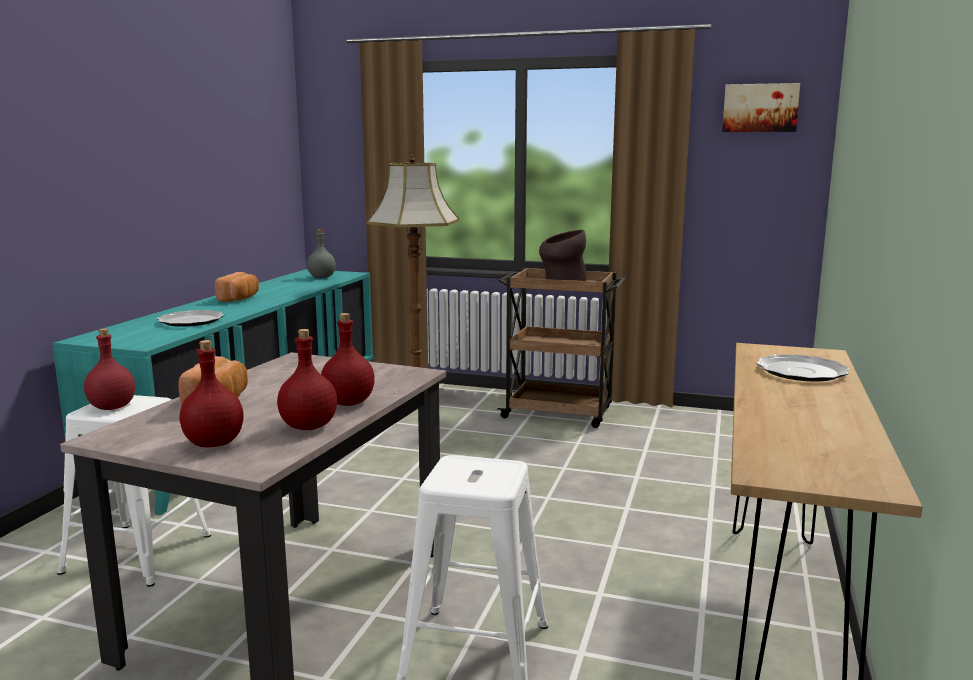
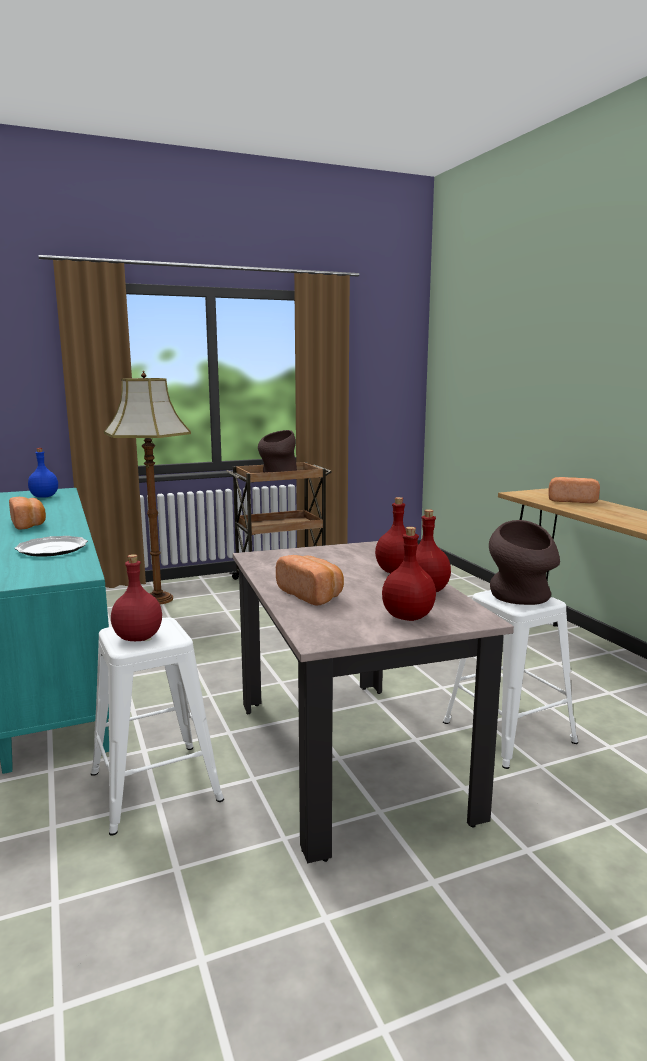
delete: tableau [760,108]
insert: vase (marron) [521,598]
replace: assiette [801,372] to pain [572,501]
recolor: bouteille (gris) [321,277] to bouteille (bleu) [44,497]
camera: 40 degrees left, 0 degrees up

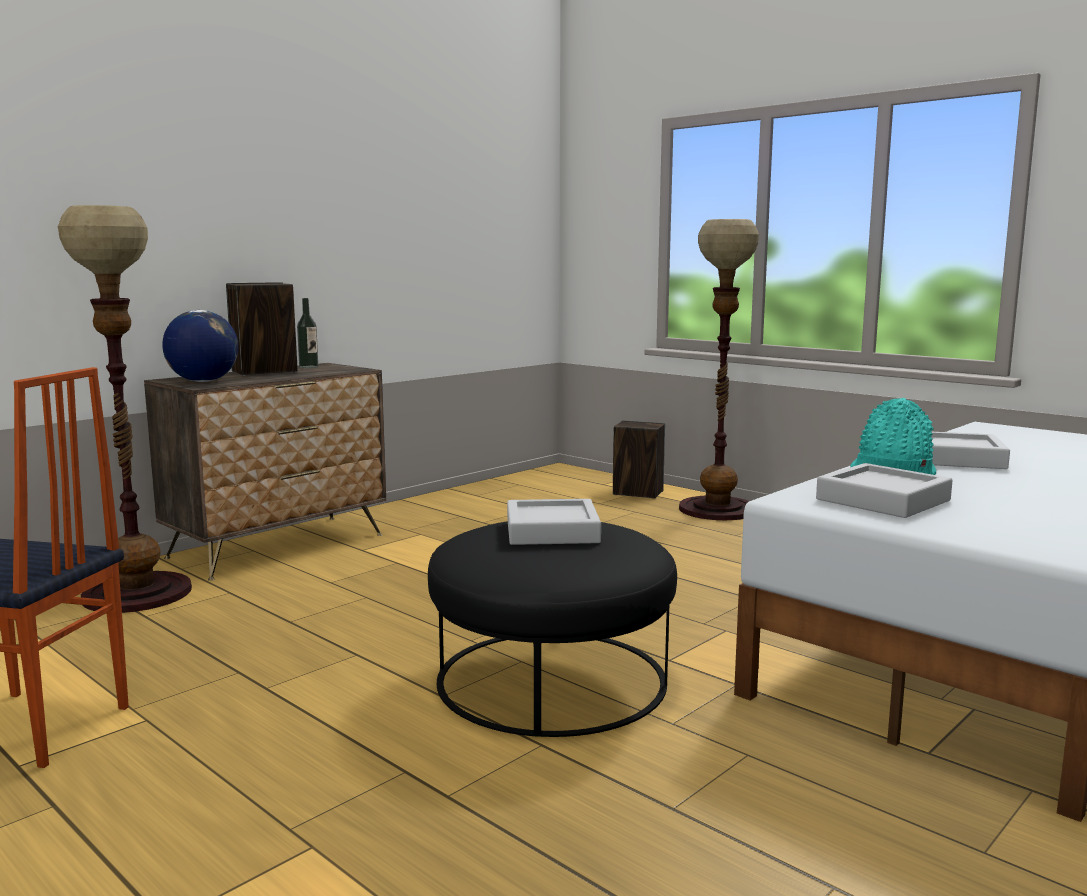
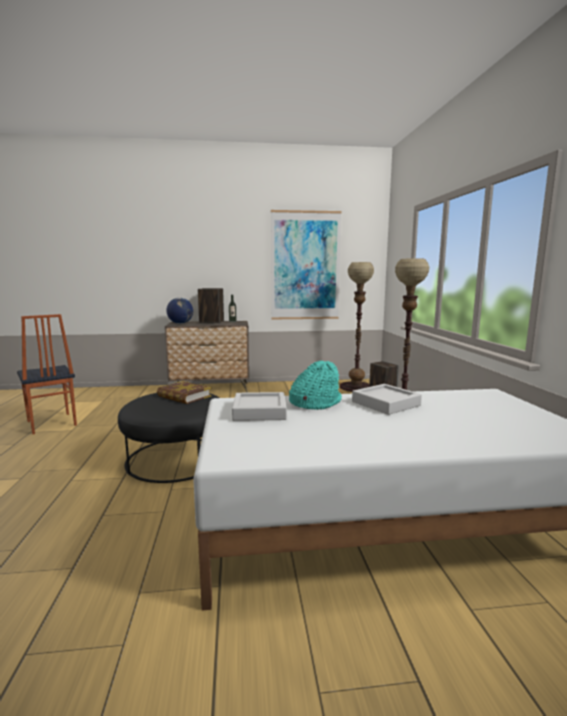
insert: tableau [305,266]
move: lampadaire [136,593] to [356,387]
replace: plateau (gris) [552,531] to livre [184,396]
camera: 40 degrees right, 0 degrees up

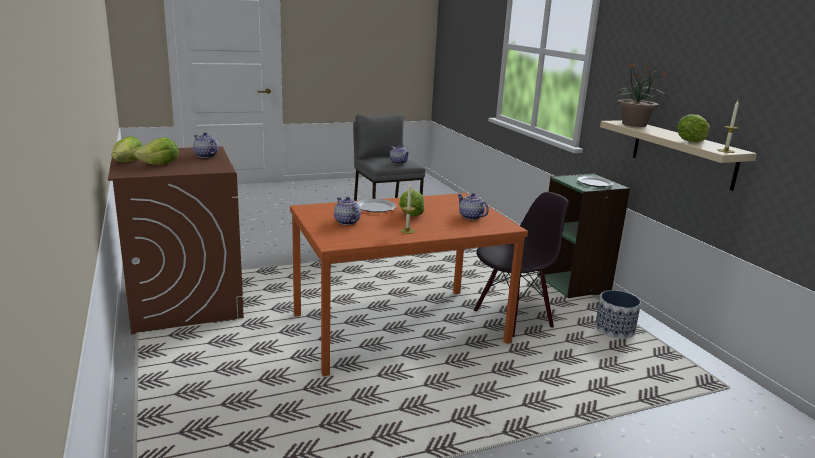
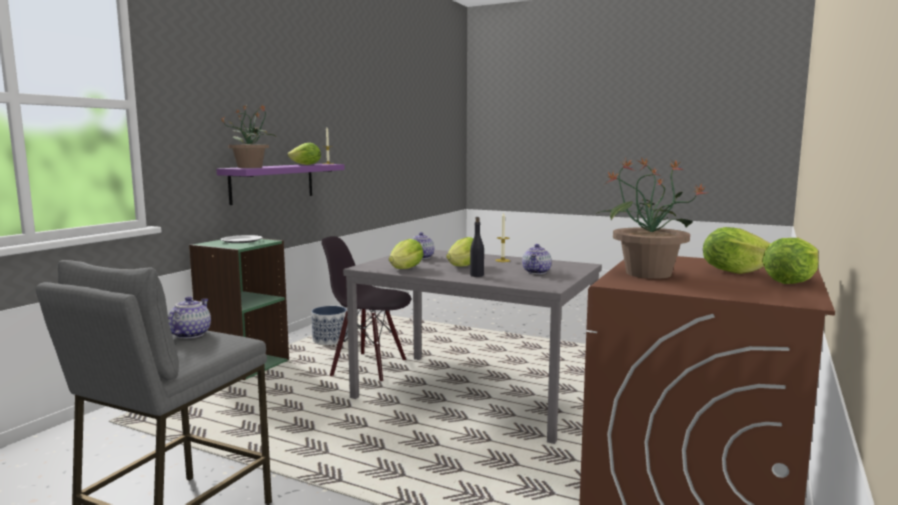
insert: laitue [406,269]
replace: théière [205,156] to plante en pot [646,273]; assiette [375,207] to bouteille (noir) [476,275]
recolor: étagère (beige) [682,153] to étagère (violet) [272,183]; table à manger (orange) [399,329] to table à manger (gris) [475,394]
camera: 130 degrees left, 10 degrees down

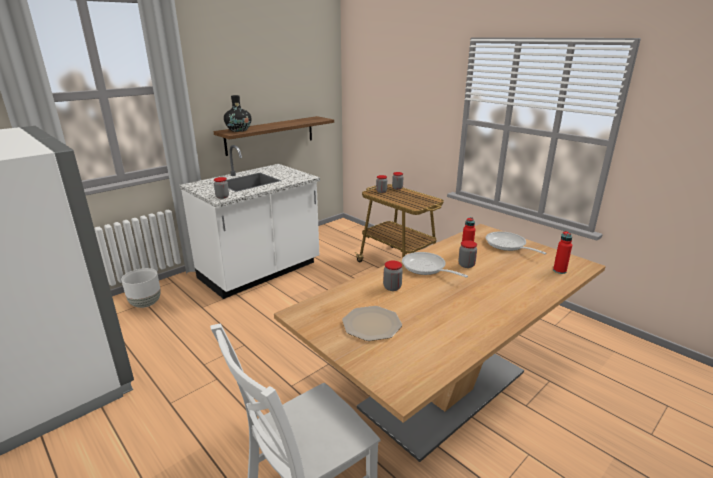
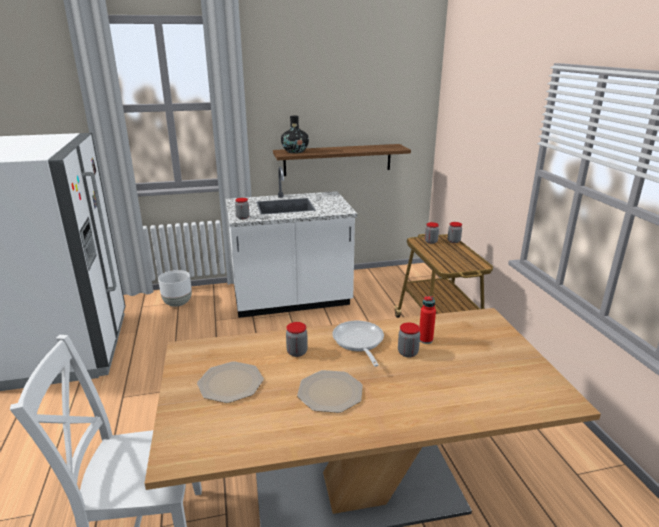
delete: bouteille (rouge) [559,271]; poêle [508,245]
insert: assiette [329,392]
camera: 30 degrees right, 0 degrees up

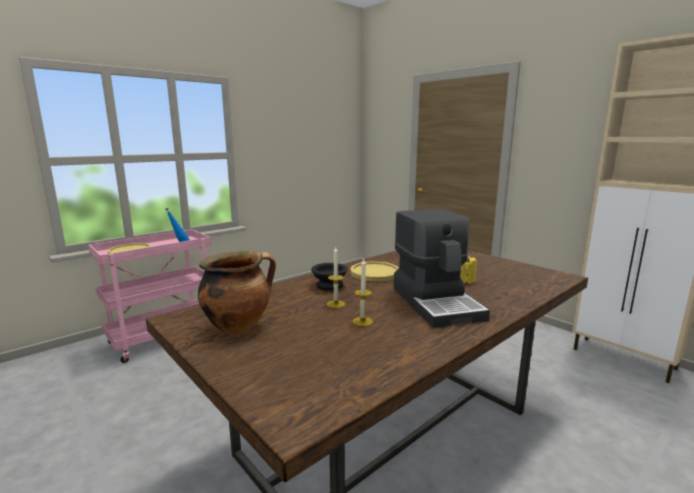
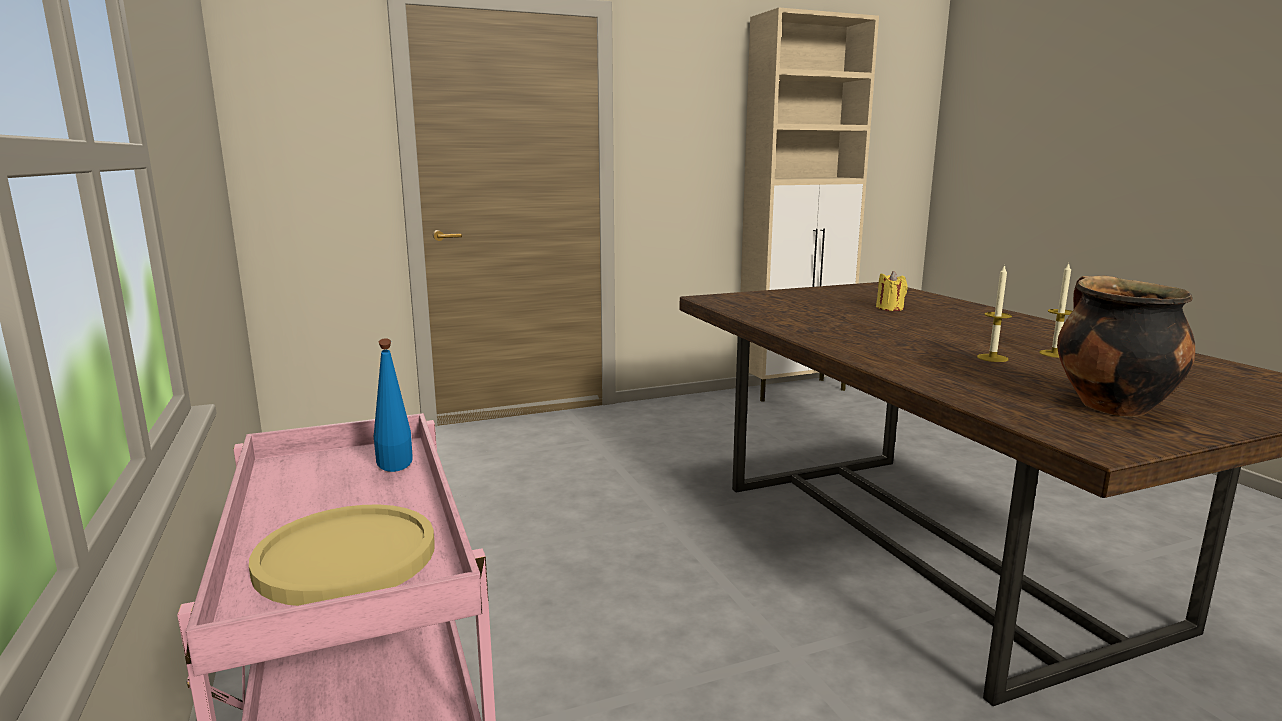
delete: machine à café [437,303]; assiette (jaune) [375,273]; bol (noir) [330,286]
camera: 70 degrees left, 0 degrees up

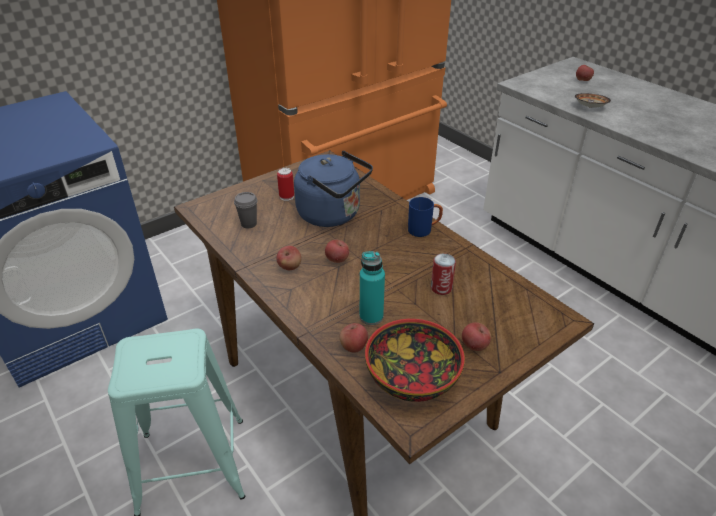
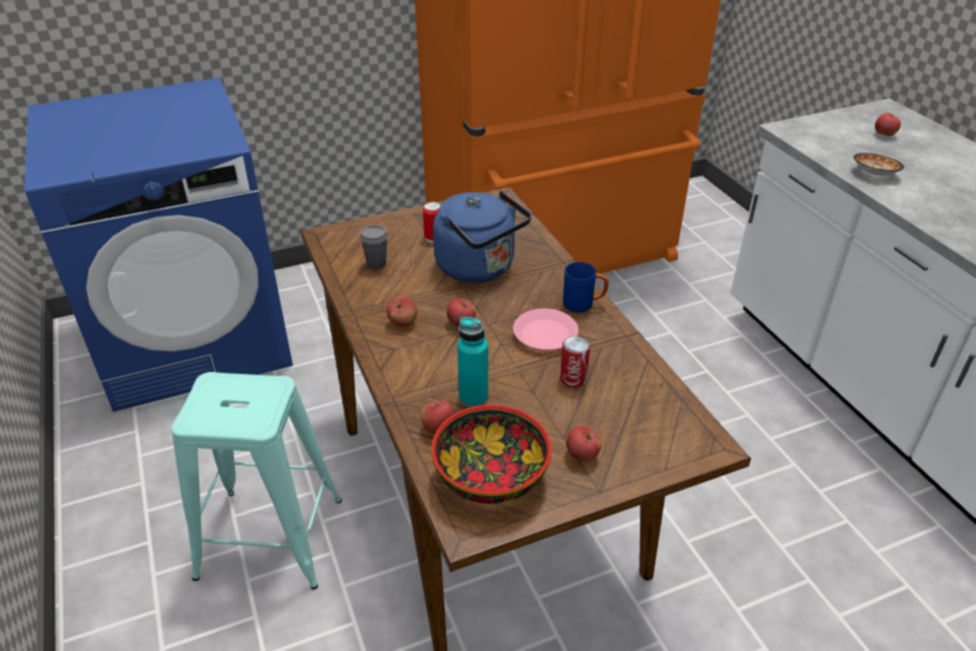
insert: assiette (rose) [545,335]
camera: 15 degrees right, 0 degrees up

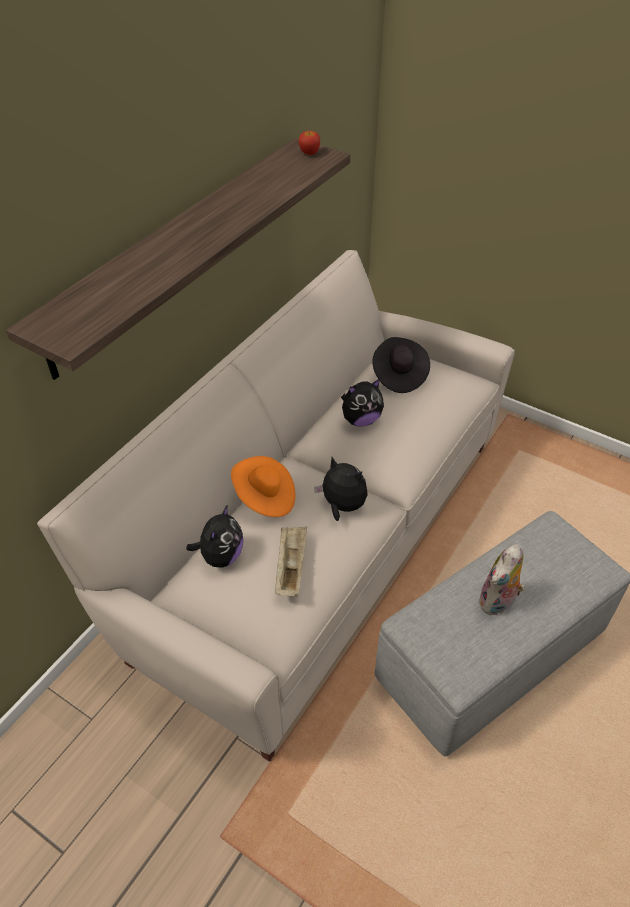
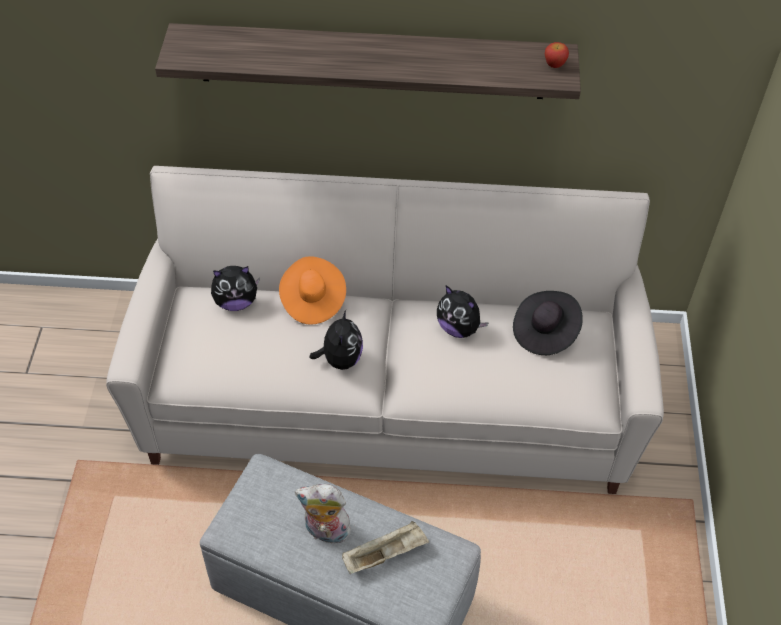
move: plateau (beige) [290,567] to [385,554]
camera: 60 degrees right, 5 degrees up

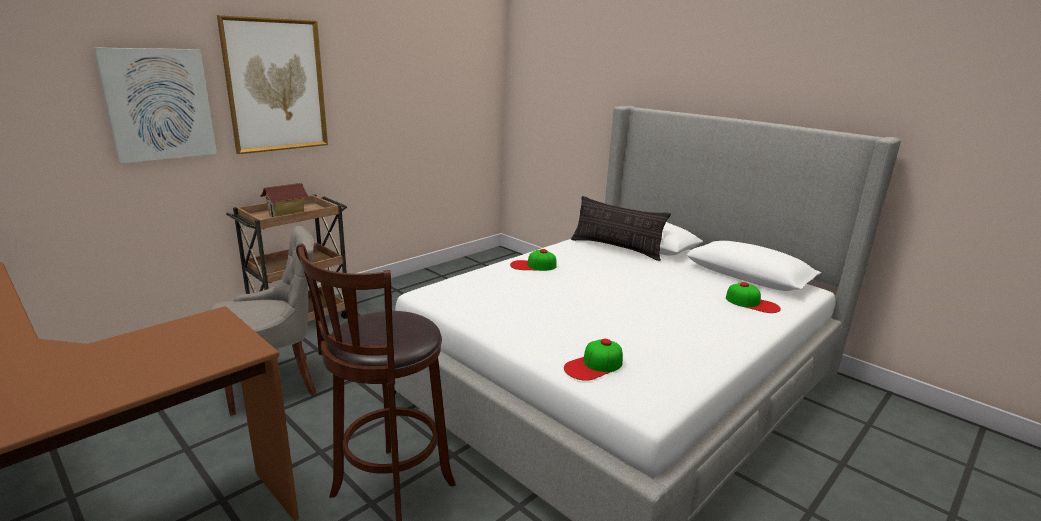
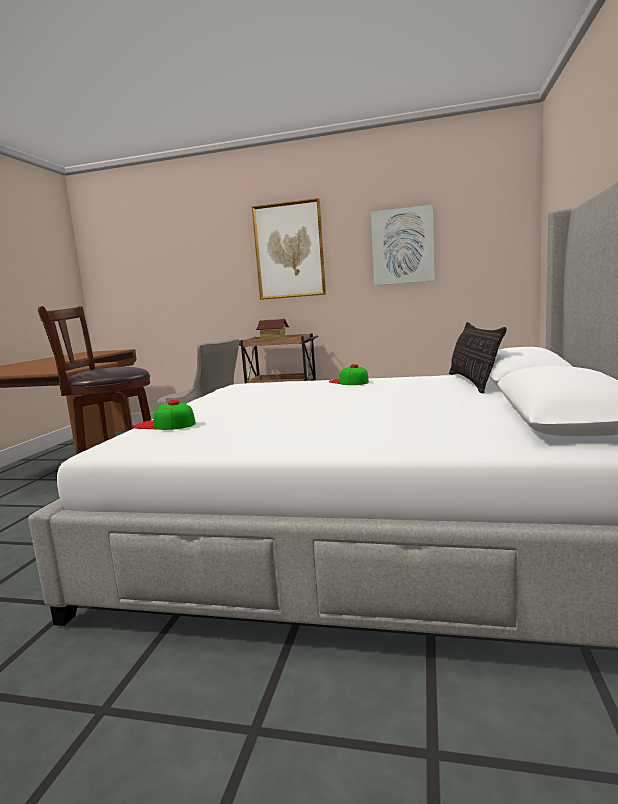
delete: casquette [752,303]
move: tableau [159,104] to [402,246]
camera: 60 degrees right, 10 degrees down

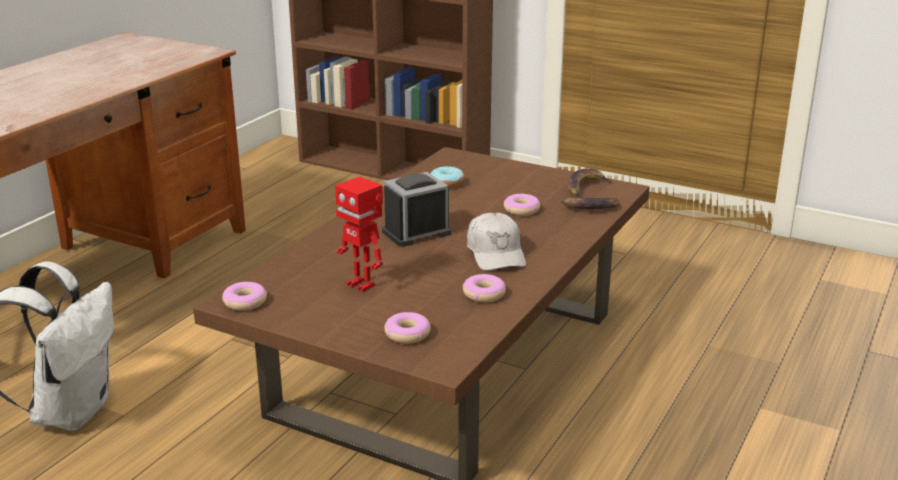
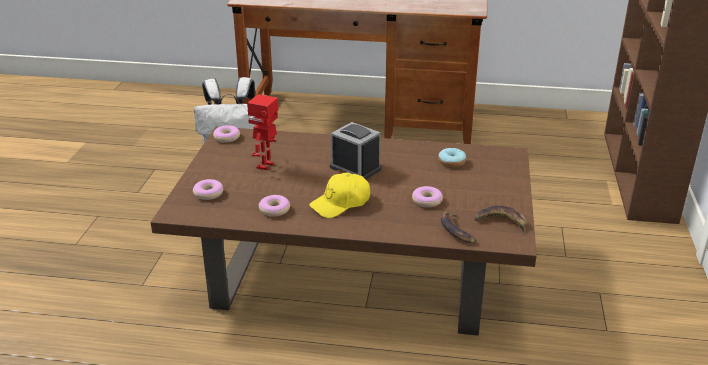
recolor: casquette (blanc) [496,253] to casquette (jaune) [341,203]
camera: 70 degrees right, 5 degrees up

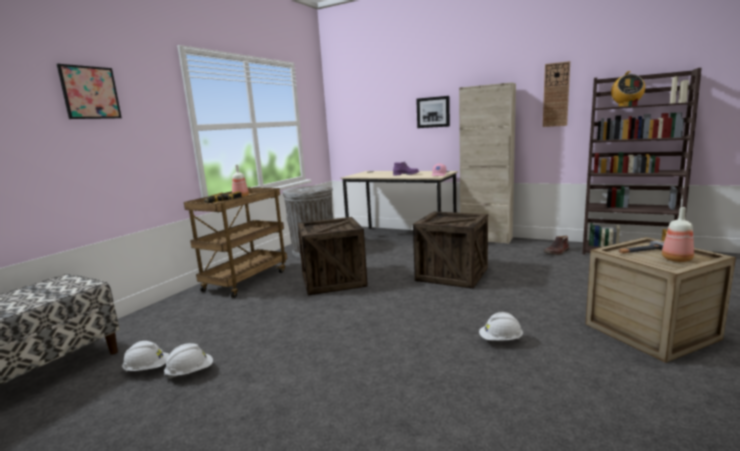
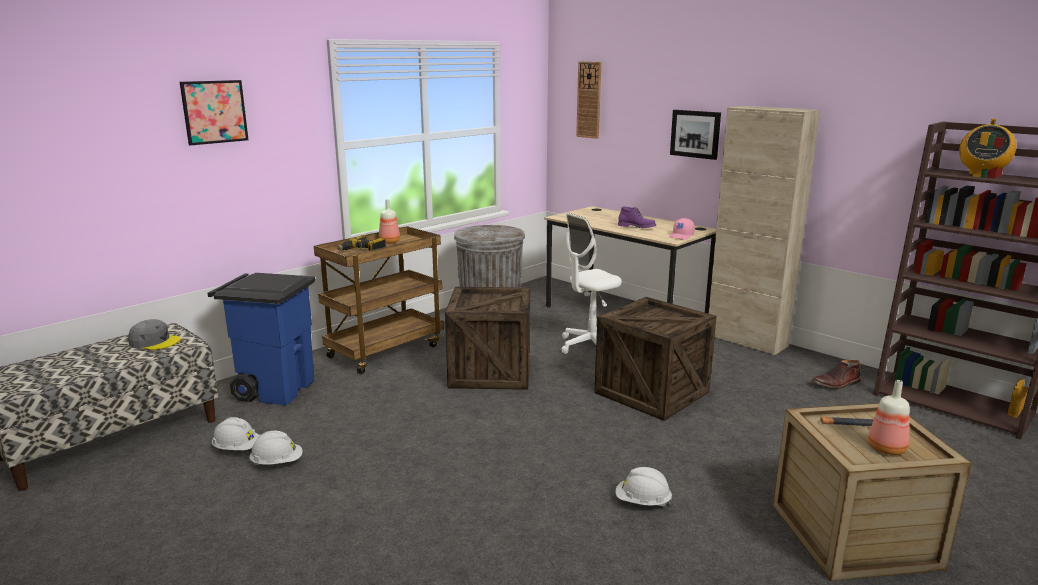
insert: chaise de bureau (blanc) [590,346]; poubelle (bleu) [275,389]; casquette (gris) [155,342]
move: horloge murale [556,95] to [589,100]
camera: 15 degrees right, 5 degrees up

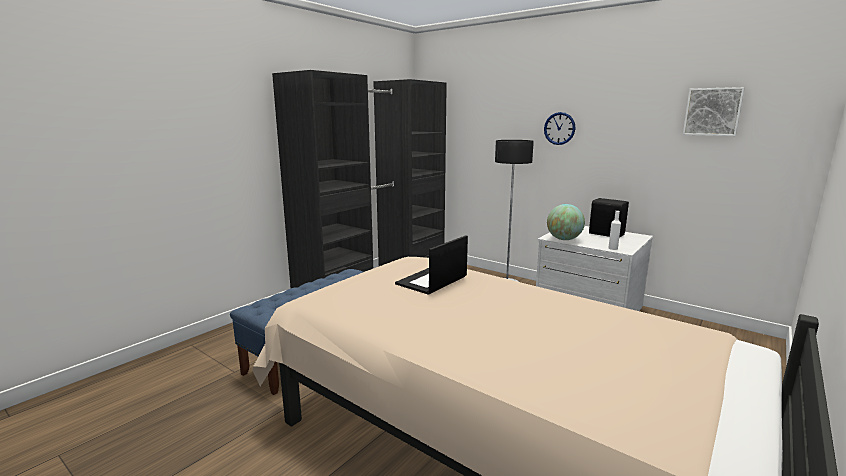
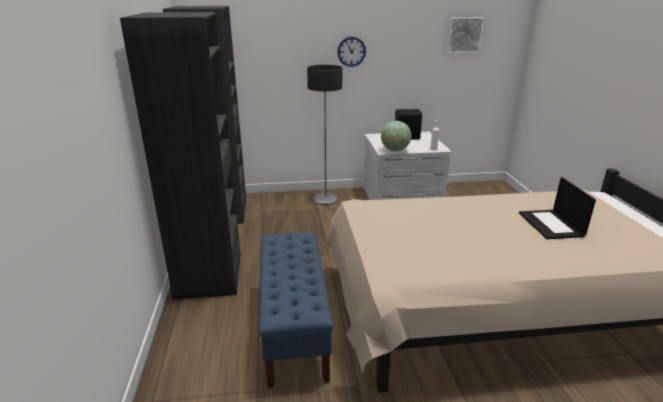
move: ordinateur portable [432,281] to [551,225]
camera: 45 degrees left, 10 degrees up

